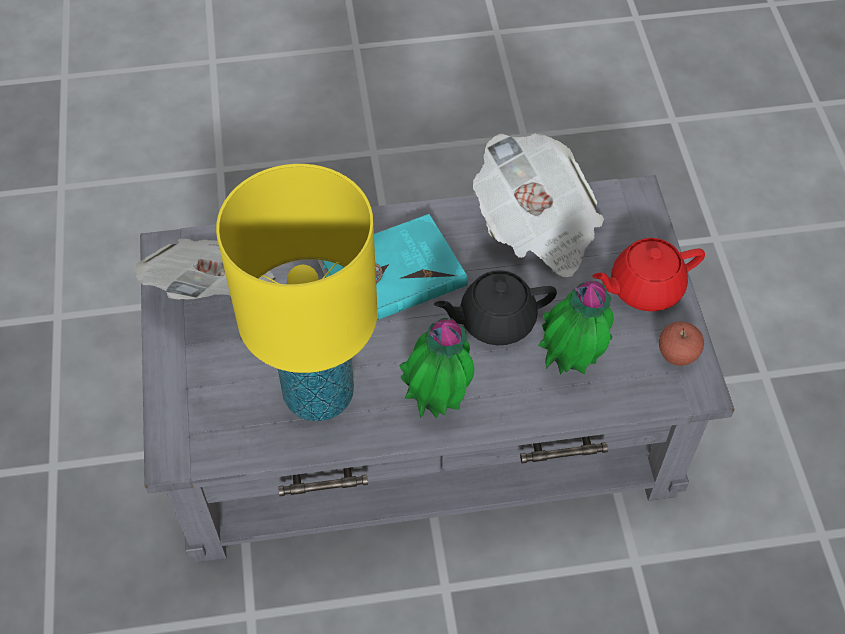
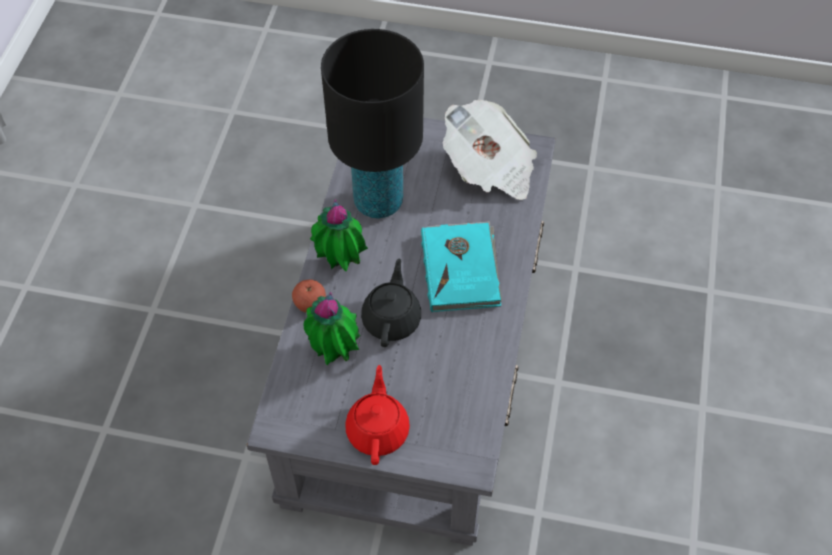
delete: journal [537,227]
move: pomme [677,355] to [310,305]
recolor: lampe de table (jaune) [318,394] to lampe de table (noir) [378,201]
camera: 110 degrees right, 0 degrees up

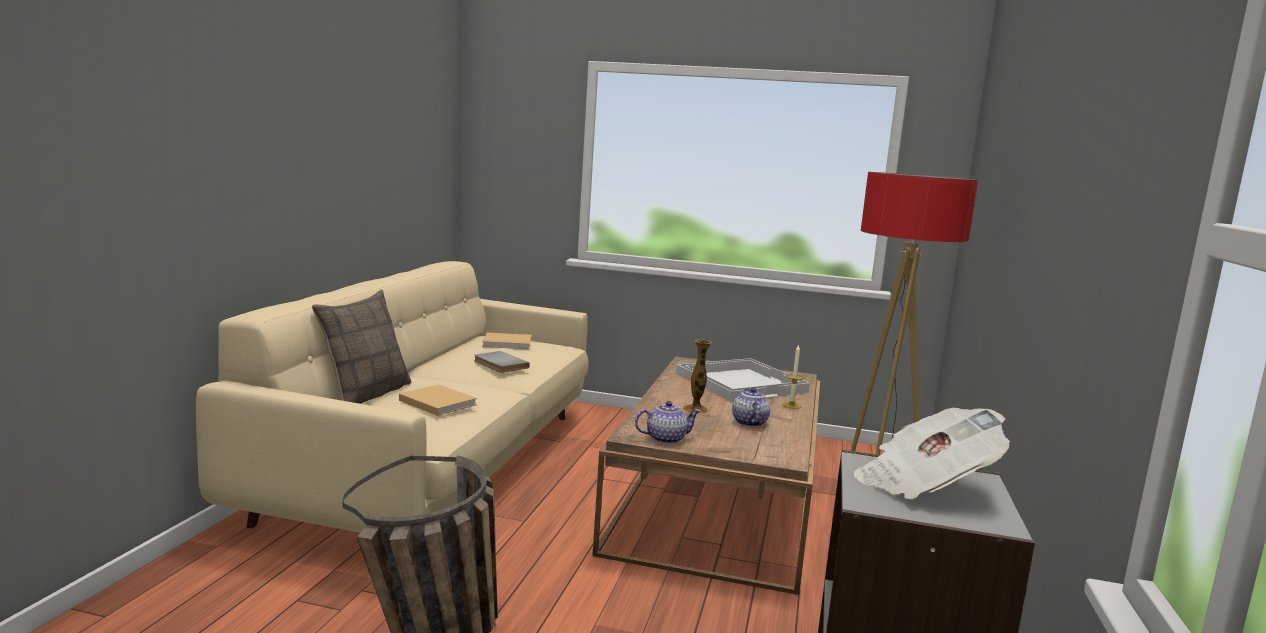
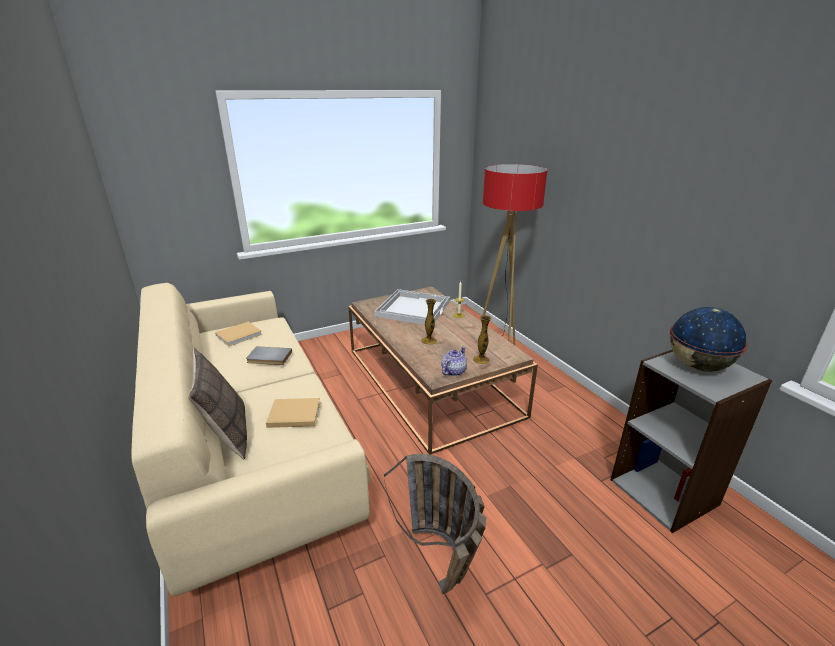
delete: théière [749,422]
insert: vase [481,360]
replace: journal [924,485] to globe [698,366]
camera: 40 degrees left, 15 degrees up

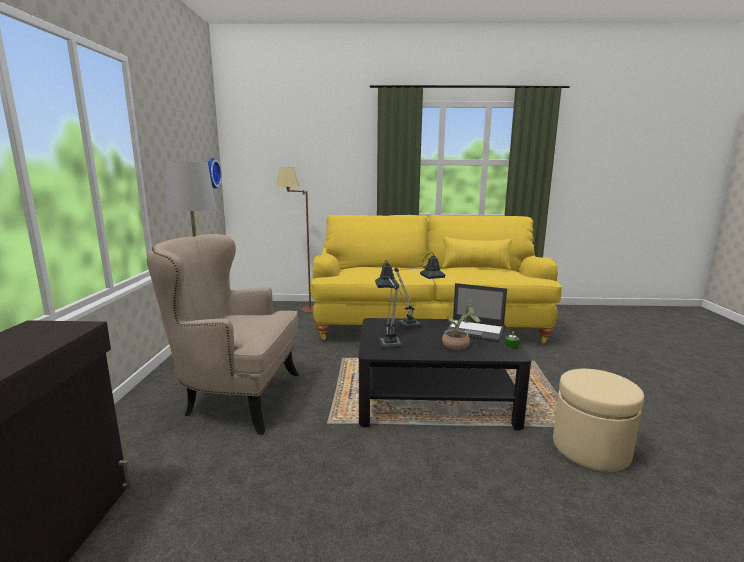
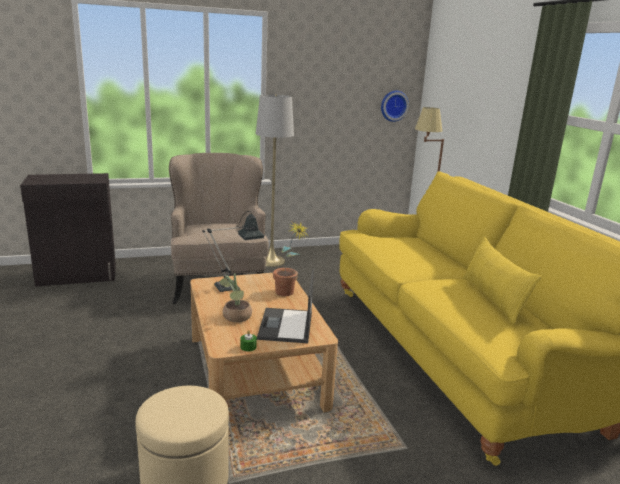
replace: lampe de table [414,324] to plante en pot [287,294]
recolor: table basse (noir) [435,398] to table basse (beige) [256,371]
camera: 70 degrees right, 5 degrees up

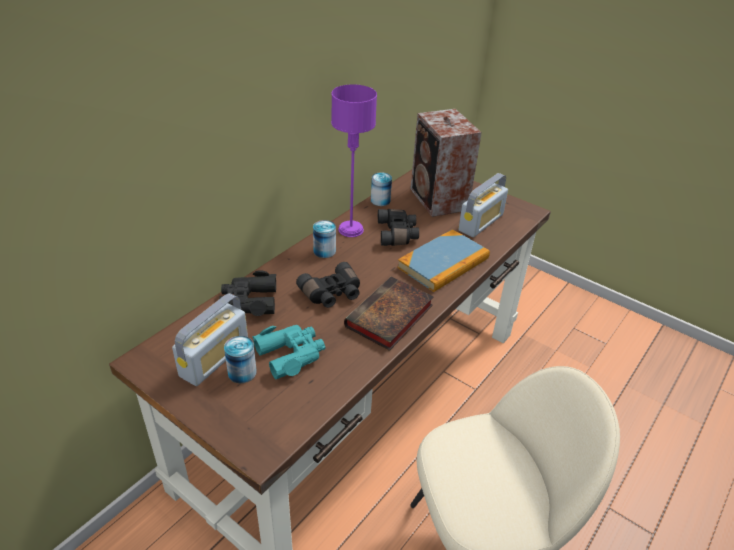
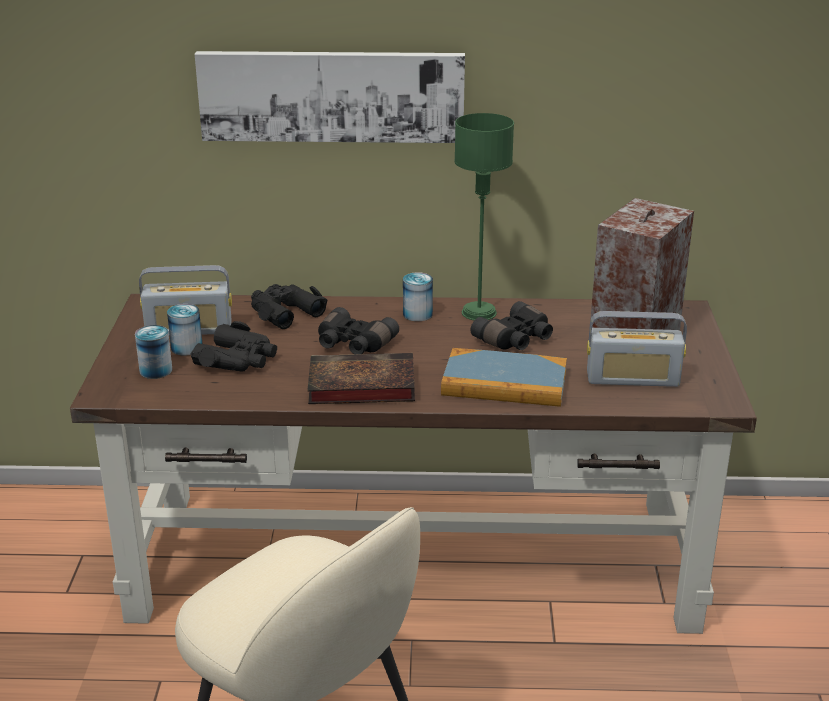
insert: tableau [331,95]
move: boîte métallique [380,200] to [156,370]
recolor: lampe de table (violet) [351,230] to lampe de table (vert) [479,313]; jumelles (turquoise) [291,354] to jumelles (noir) [238,359]
camera: 55 degrees right, 10 degrees down

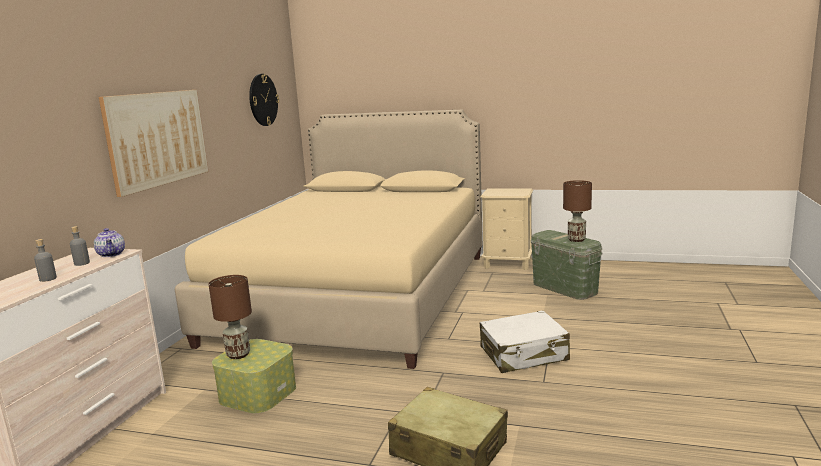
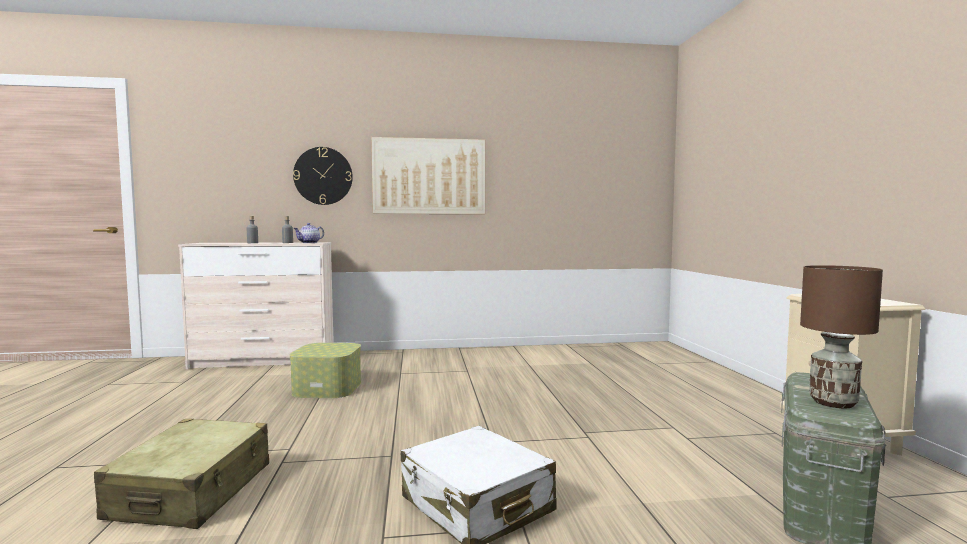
delete: lit (beige) [358,296]; lampe de table (marron) [238,355]
move: horloge murale [263,100] to [323,176]
camera: 65 degrees right, 10 degrees down

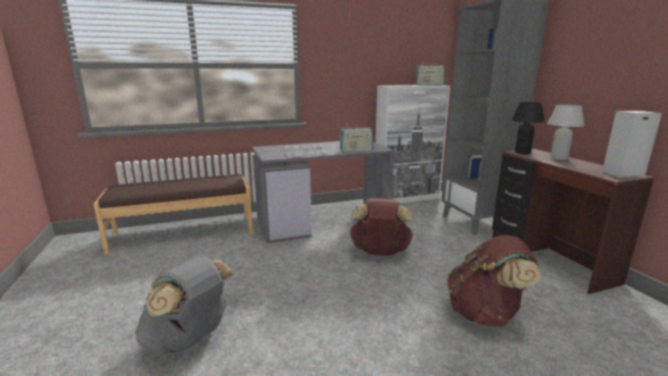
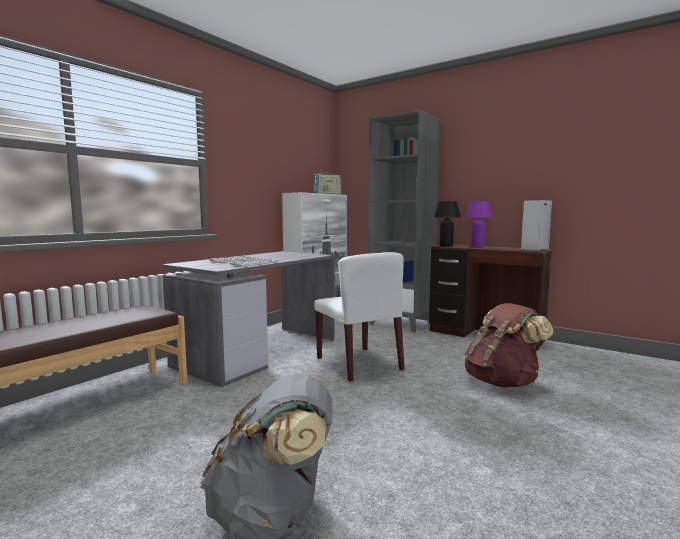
delete: radio [356,151]
replace: sac à dos (marron) [380,252] to chaise (blanc) [359,363]
recolor: lampe de table (blanc) [558,158] to lampe de table (violet) [477,246]
camera: 35 degrees left, 10 degrees down

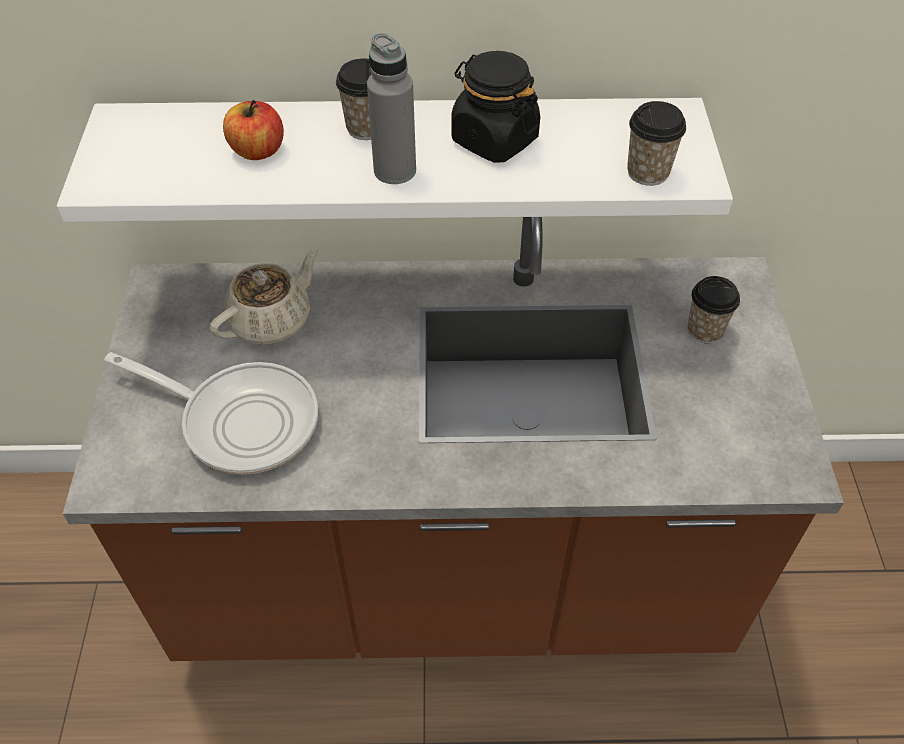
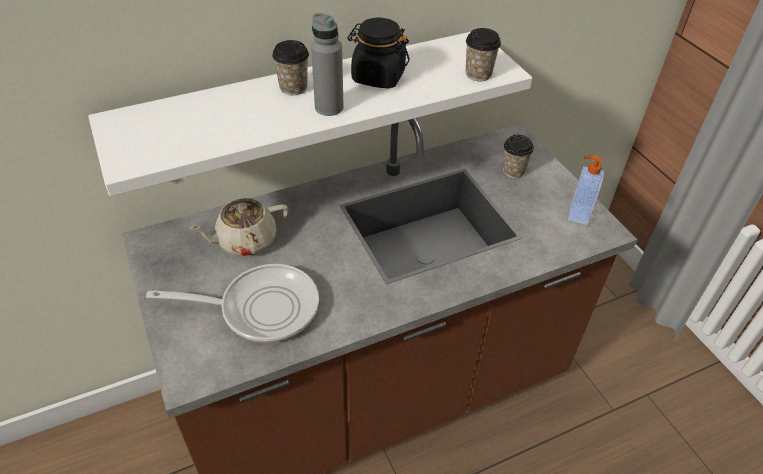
delete: pomme [257,151]
insert: distributeur de savon [578,214]
rotate: théière (beige) [272,320] = [245,240] 135 degrees counterclockwise
camera: 25 degrees left, 5 degrees down

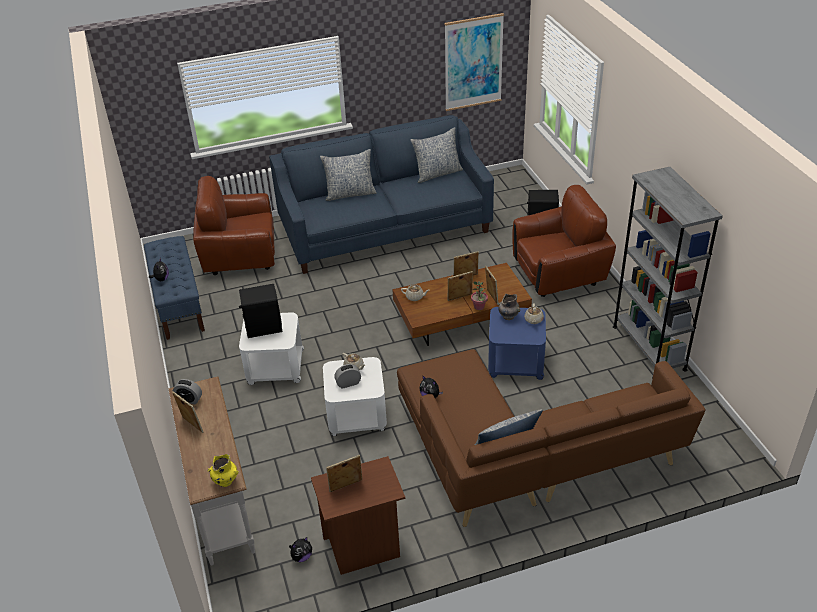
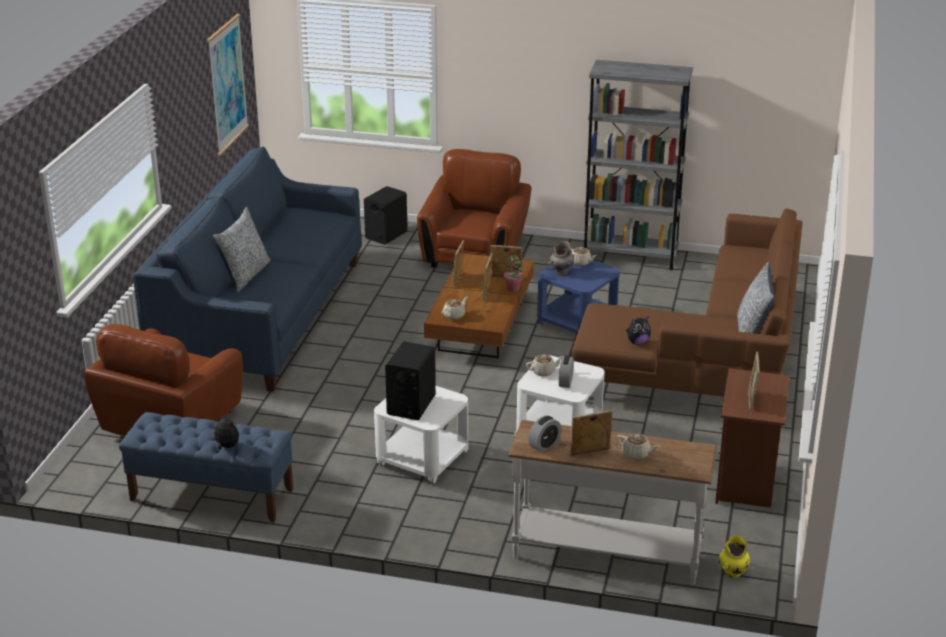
delete: coussin [437,173]; peluche [301,556]
insert: théière (beige) [636,454]
move: vase (jaune) [225,481] to [732,573]
camera: 60 degrees left, 10 degrees down

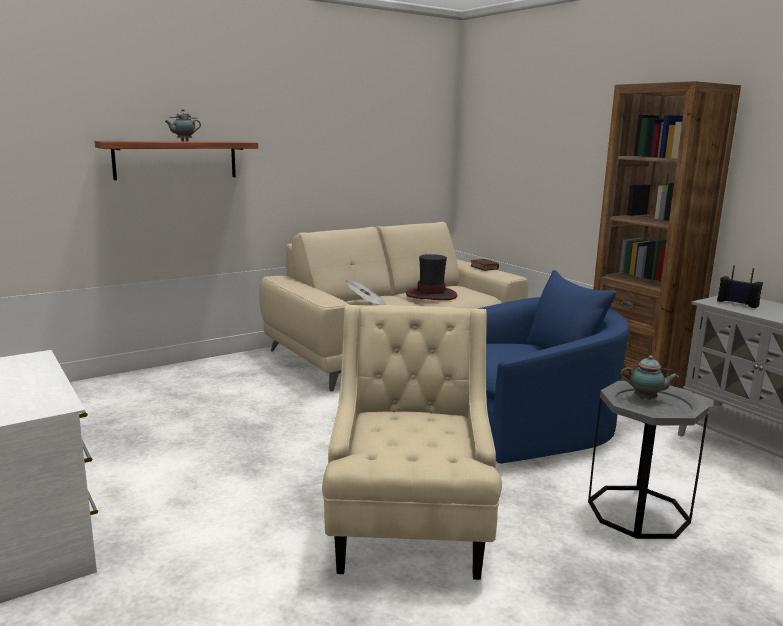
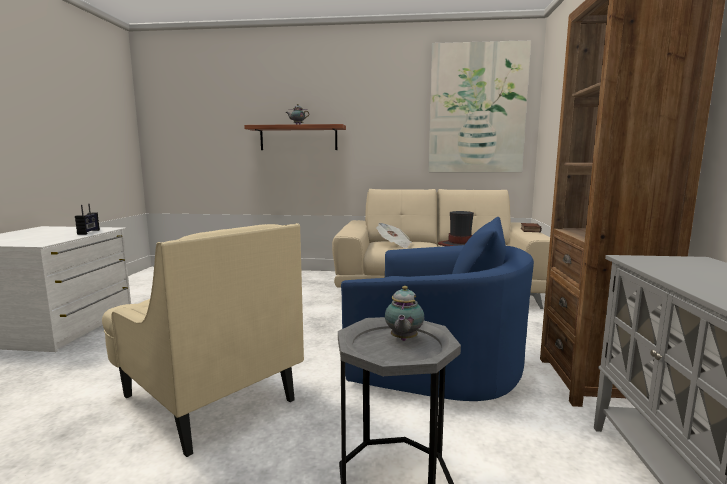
insert: tableau [477,109]
move: radio [737,303] to [89,232]
rotate: fauteuil (beige) [409,528] = [207,397] 90 degrees clockwise; théière [647,399] = [403,339] 45 degrees clockwise
camera: 40 degrees right, 5 degrees down

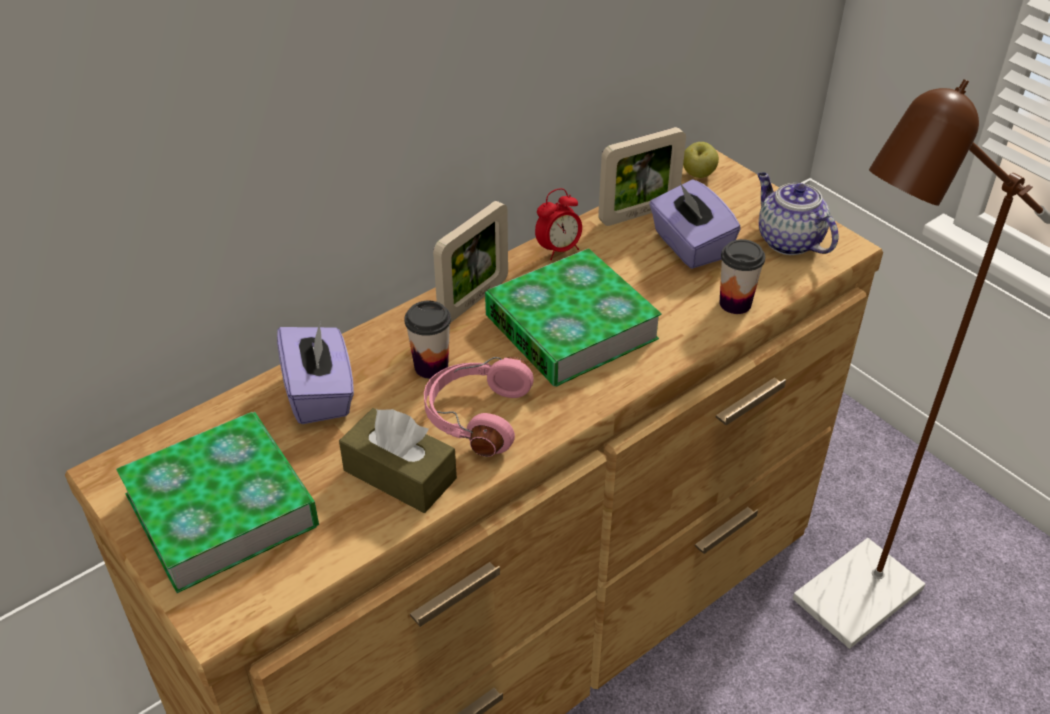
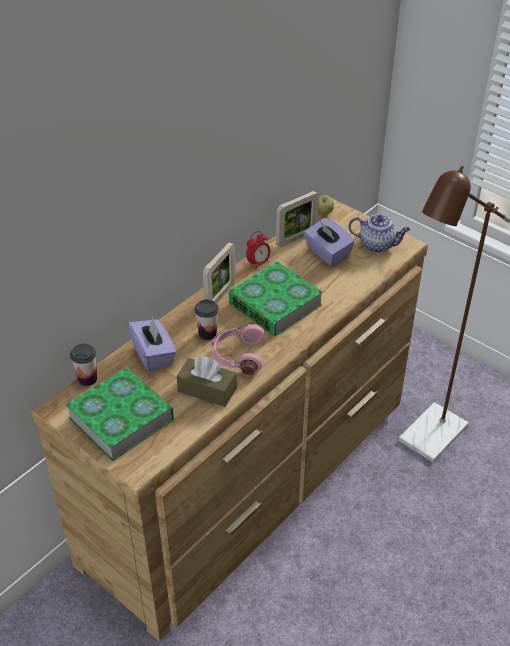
move: tasse [735,303] to [87,379]
rotate: théière [787,240] = [377,245] 150 degrees clockwise
camera: 10 degrees left, 0 degrees up

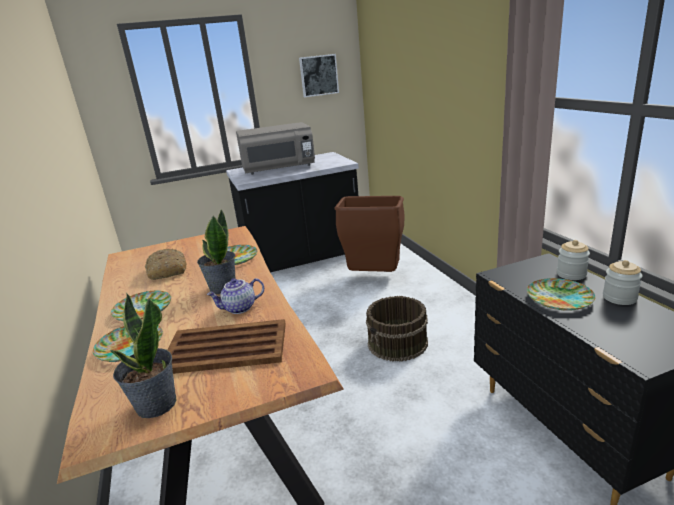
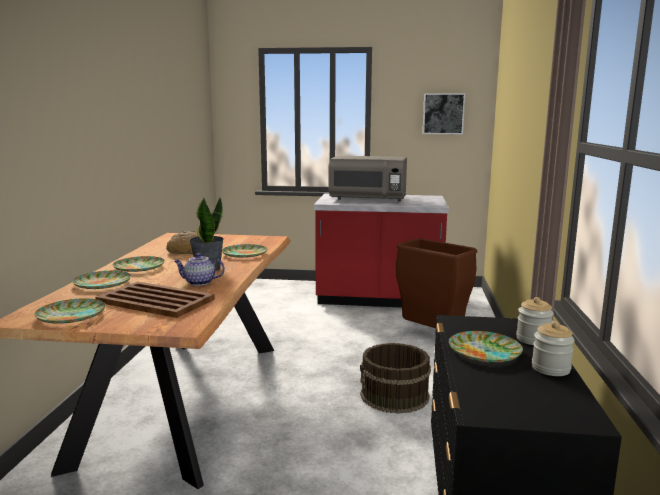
replace: plante en pot [156,405] to assiette [71,315]
recolor: comptoir de cuisine (noir) [302,256] to comptoir de cuisine (rouge) [379,299]
camera: 25 degrees right, 10 degrees down

